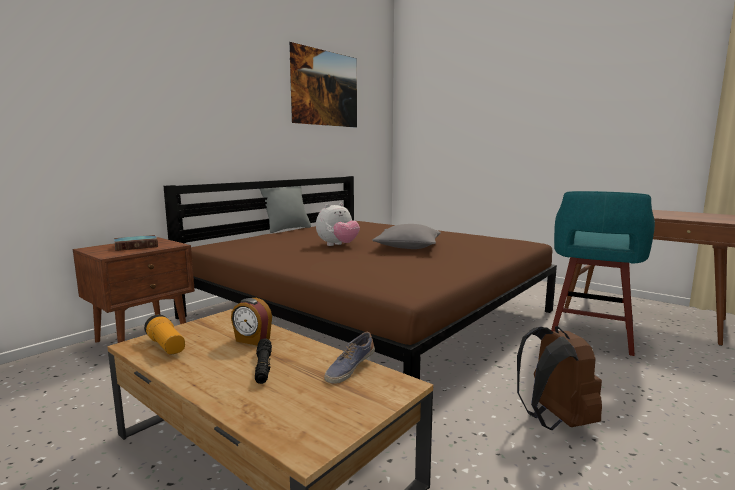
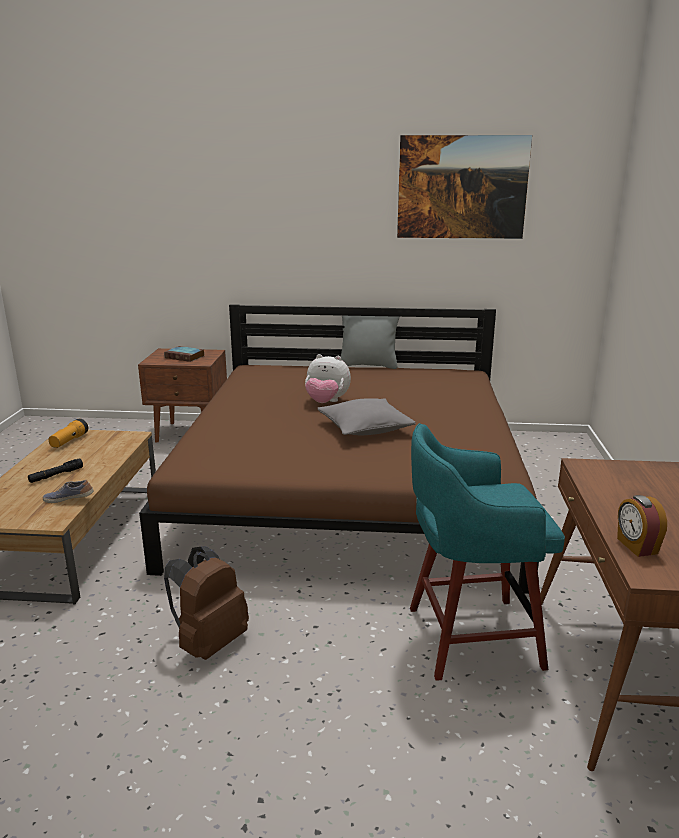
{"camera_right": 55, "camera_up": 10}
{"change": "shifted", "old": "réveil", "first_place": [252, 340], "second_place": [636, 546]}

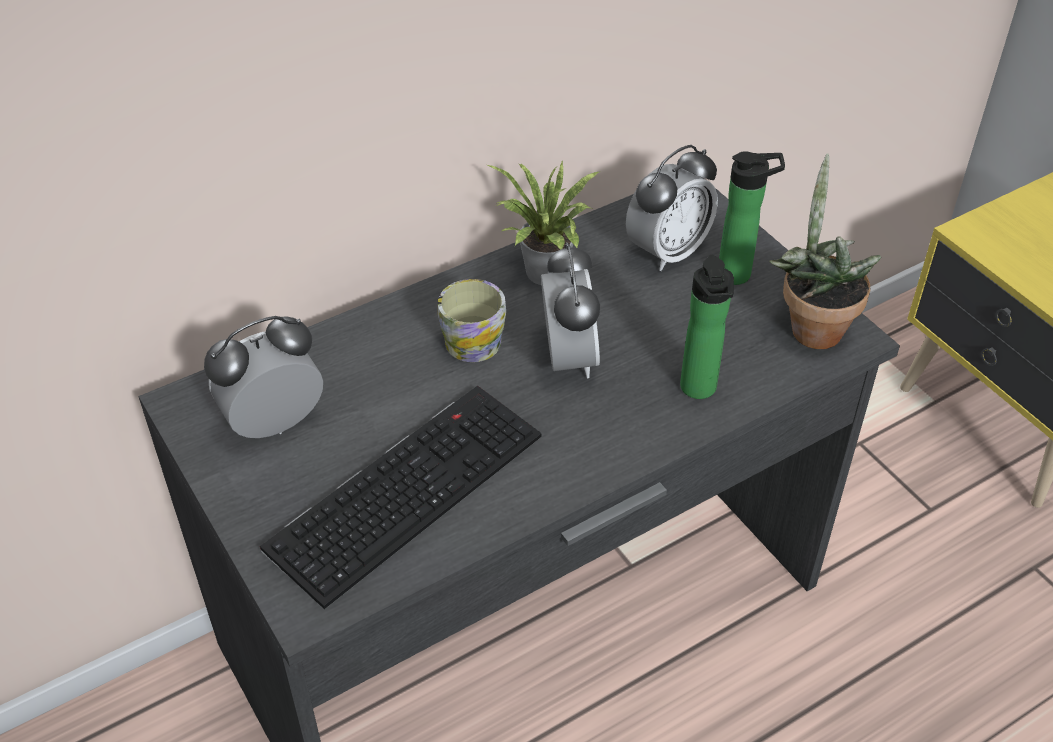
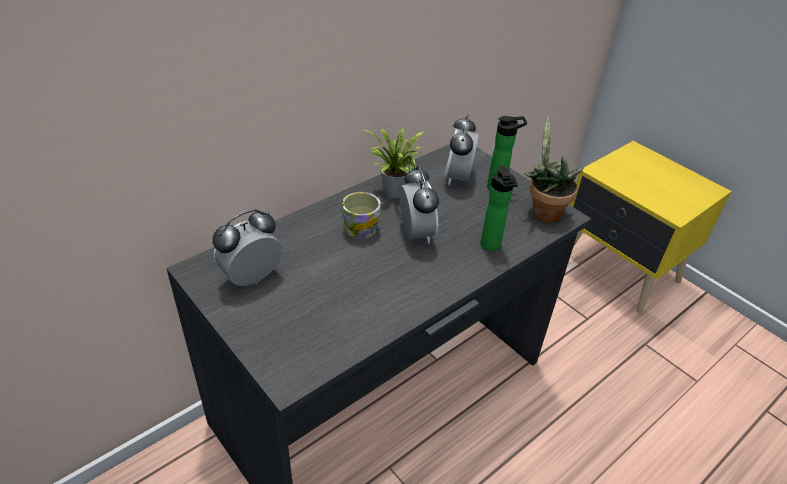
{"camera_right": -10, "camera_up": -5}
{"change": "rotated", "old": "réveil", "first_place": [667, 252], "second_place": [458, 178], "degrees": 150}
{"change": "gone", "old": "clavier", "first_place": [406, 487]}

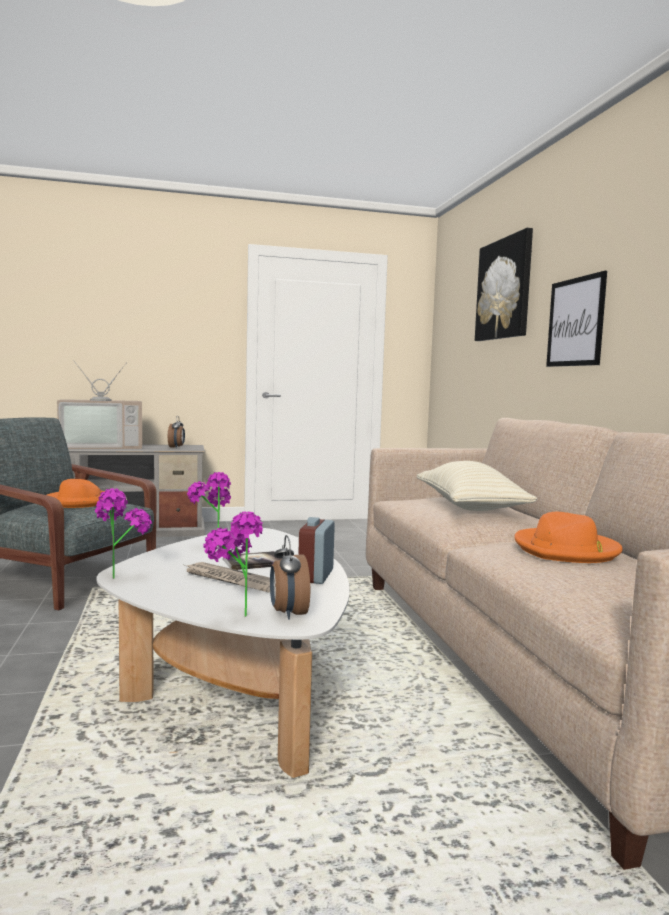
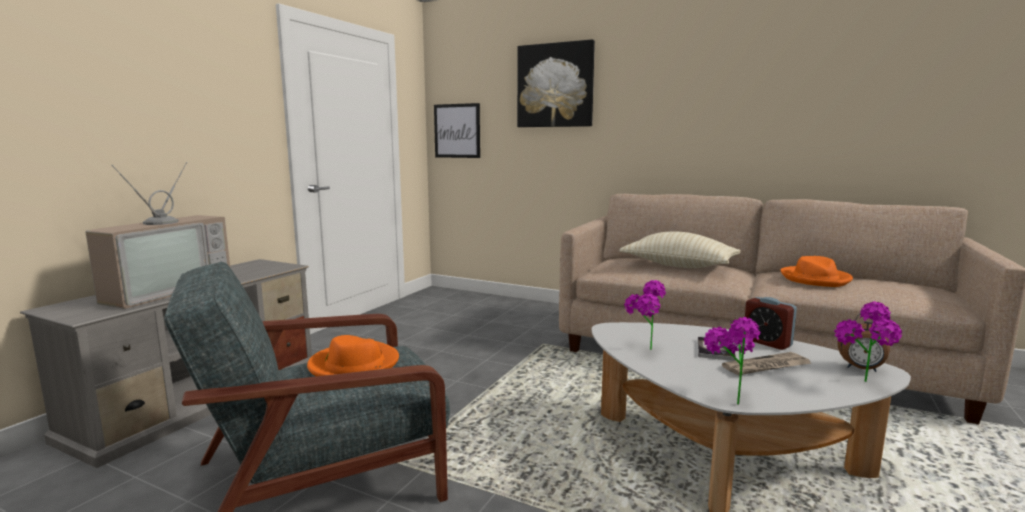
{"camera_right": -50, "camera_up": 5}
{"change": "shifted", "old": "tableau", "first_place": [575, 322], "second_place": [457, 131]}
{"change": "gone", "old": "réveil", "first_place": [176, 447]}

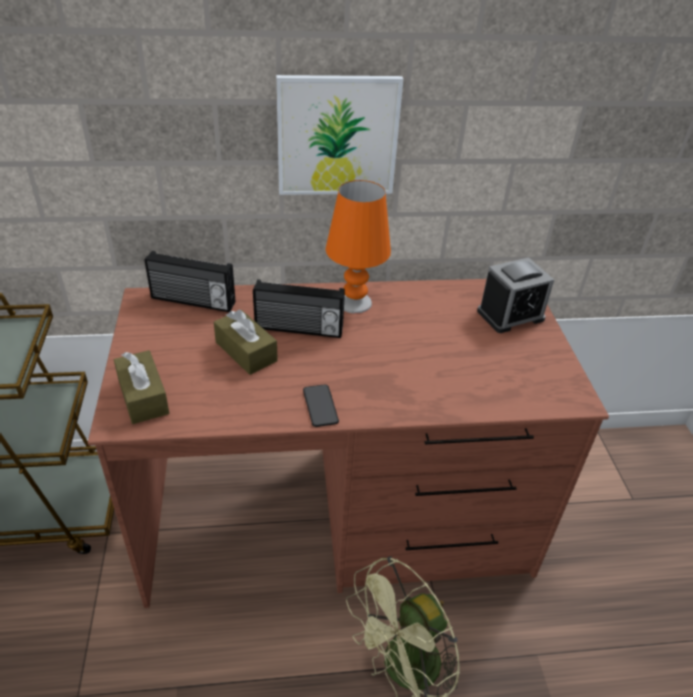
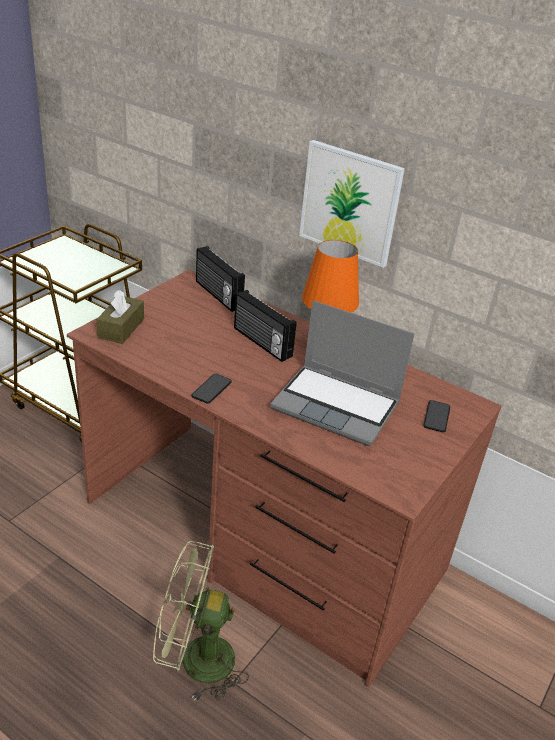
{"camera_right": 40, "camera_up": -5}
{"change": "swapped", "old": "réveil", "new": "téléphone", "first_place": [510, 315], "second_place": [436, 417]}
{"change": "gone", "old": "boîte à mouchoirs/marron", "first_place": [246, 351]}
{"change": "new", "new": "ordinateur portable", "second_place": [337, 406]}

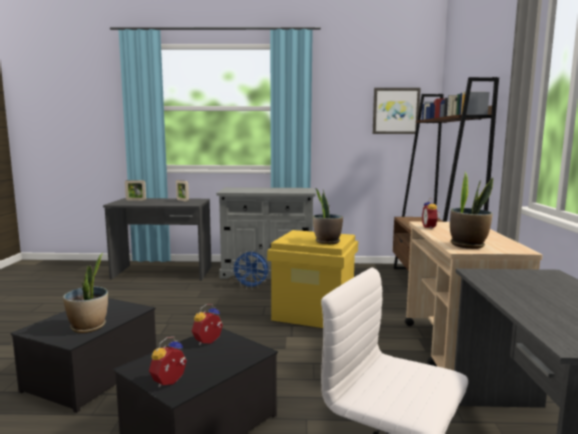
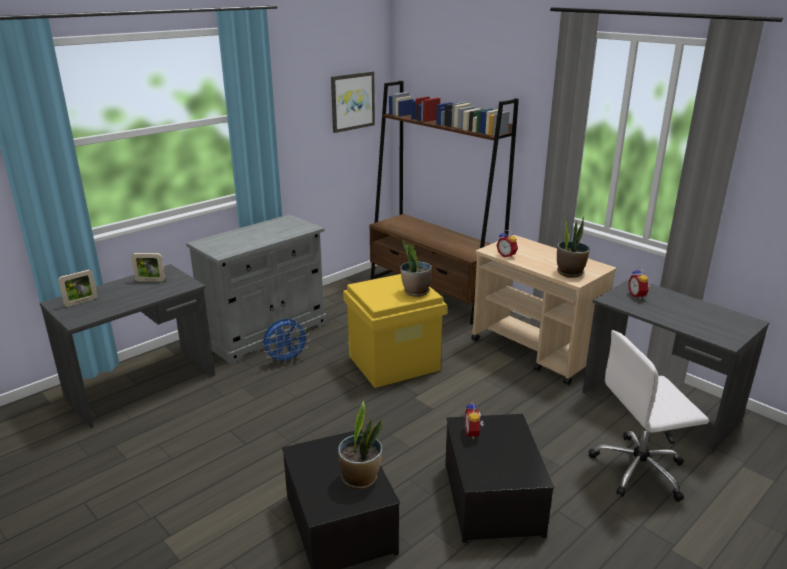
{"camera_right": -45, "camera_up": 15}
{"change": "shifted", "old": "réveil", "first_place": [170, 383], "second_place": [638, 296]}

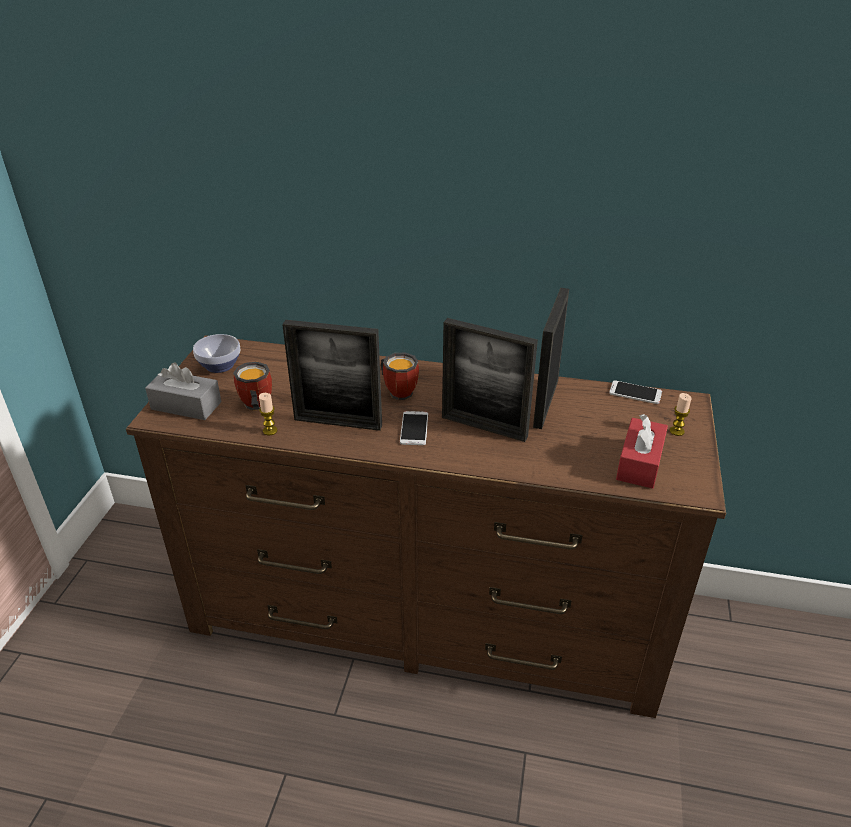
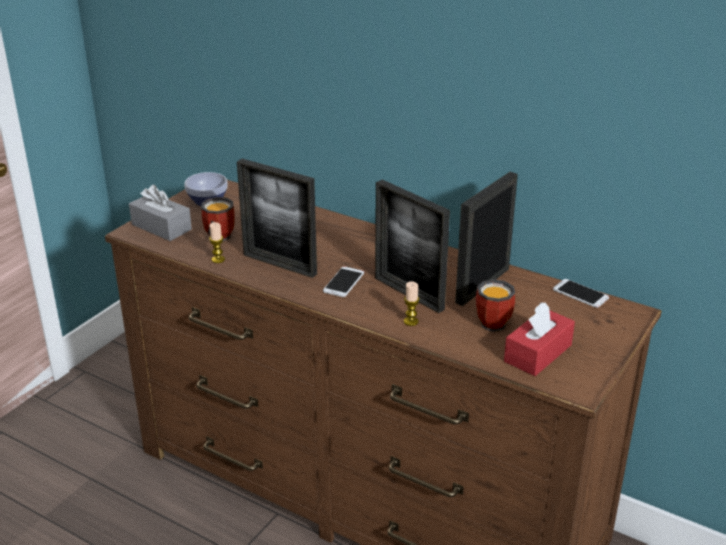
{"camera_right": 20, "camera_up": -5}
{"change": "shifted", "old": "mug", "first_place": [399, 390], "second_place": [492, 321]}
{"change": "shifted", "old": "bougie", "first_place": [676, 431], "second_place": [411, 321]}

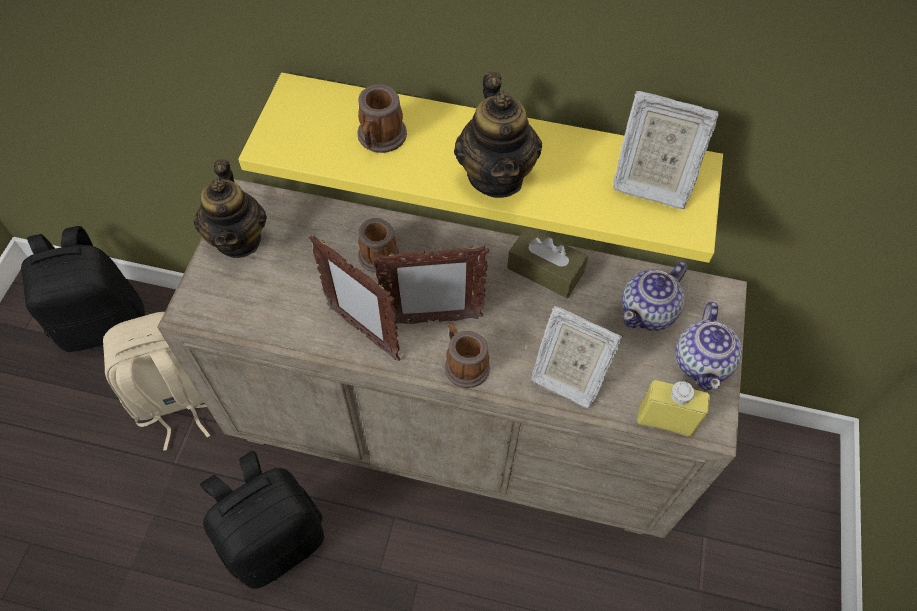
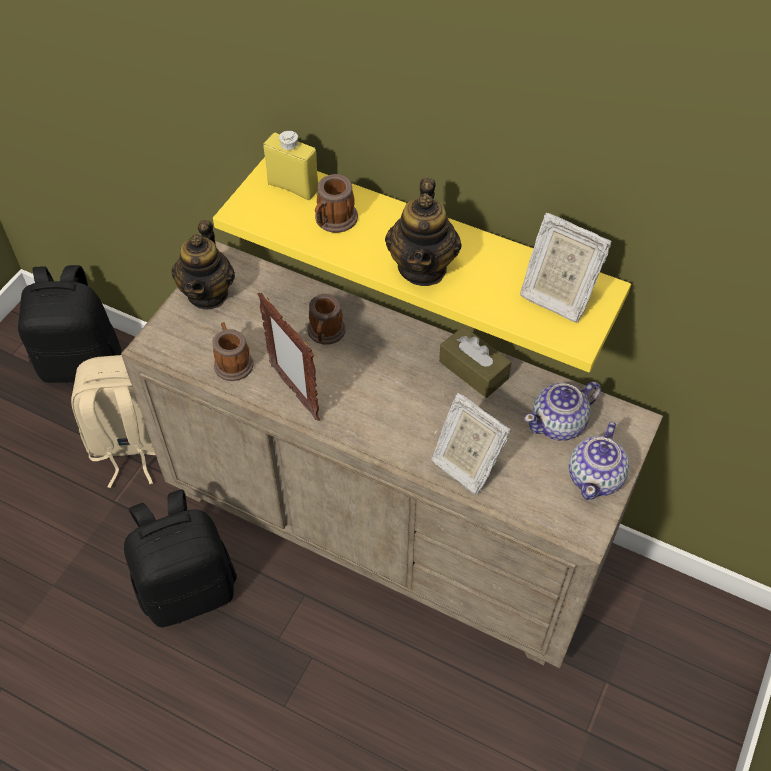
{"camera_right": 15, "camera_up": -5}
{"change": "gone", "old": "cadre photo", "first_place": [433, 320]}
{"change": "shifted", "old": "mug", "first_place": [464, 364], "second_place": [232, 362]}
{"change": "shifted", "old": "bouteille/jaune", "first_place": [665, 421], "second_place": [293, 187]}

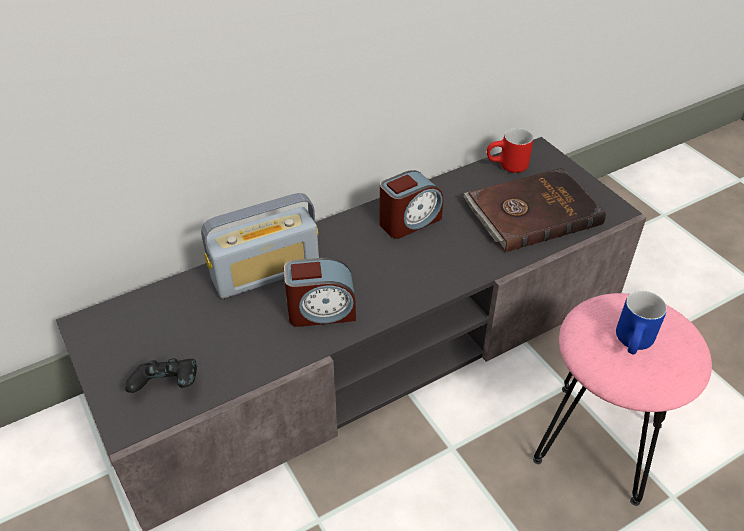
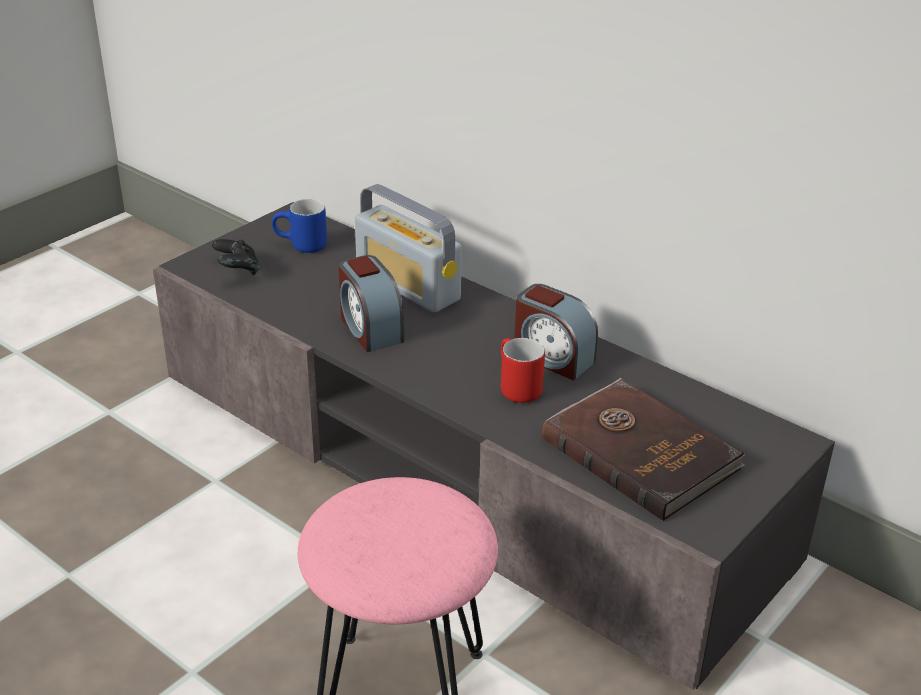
{"camera_right": 70, "camera_up": -10}
{"change": "shifted", "old": "mug/rouge", "first_place": [507, 167], "second_place": [514, 388]}
{"change": "shifted", "old": "mug/bleu", "first_place": [635, 345], "second_place": [300, 247]}

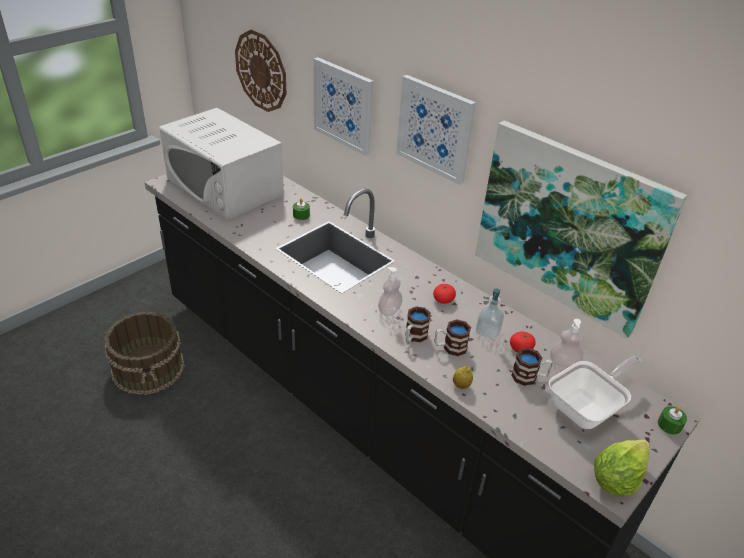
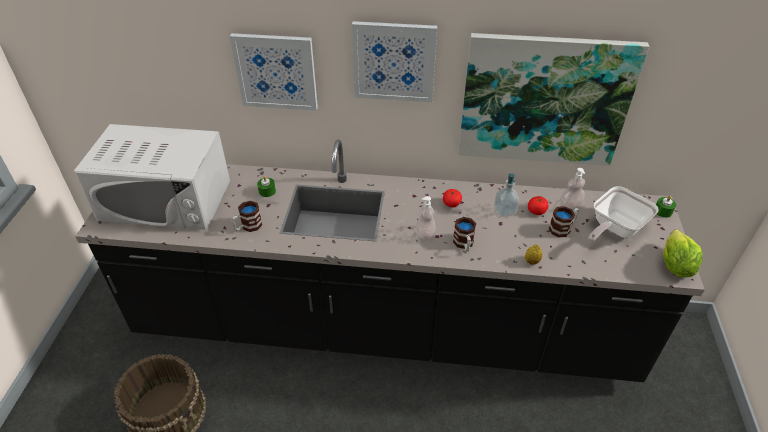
{"camera_right": -35, "camera_up": 5}
{"change": "gone", "old": "horloge murale", "first_place": [261, 71]}
{"change": "shifted", "old": "mug", "first_place": [450, 347], "second_place": [248, 226]}
{"change": "rotated", "old": "poêle", "first_place": [587, 408], "second_place": [614, 228], "degrees": -150}

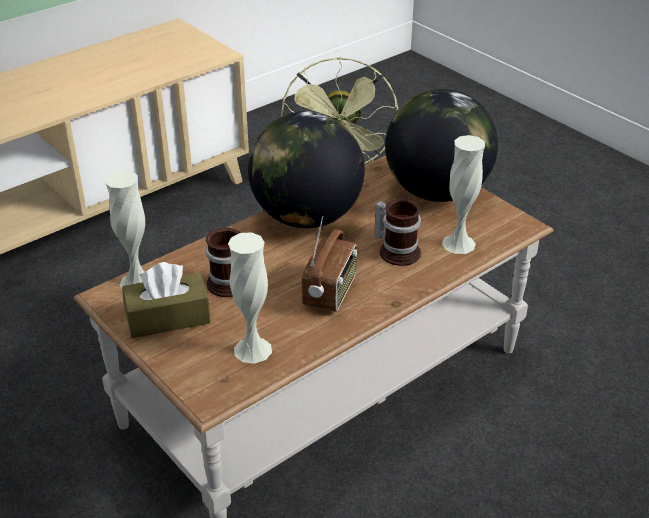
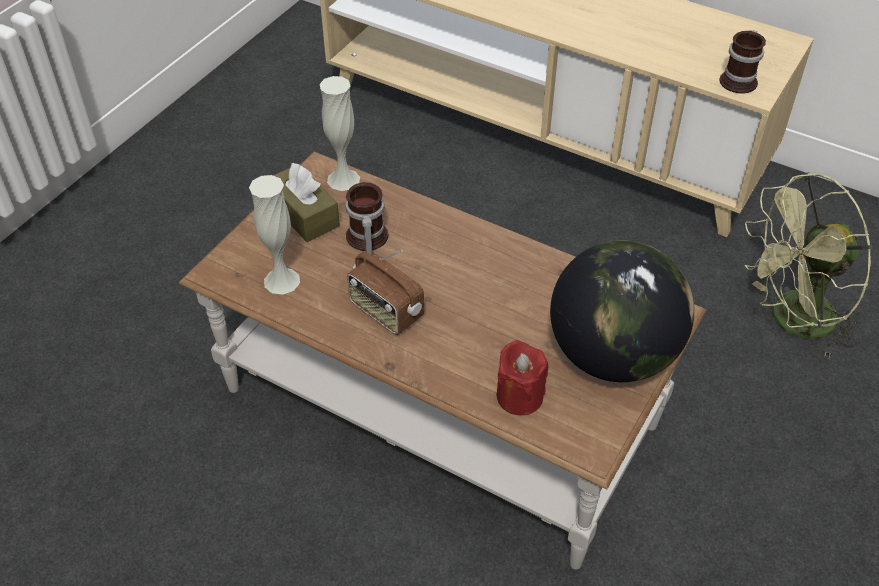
{"camera_right": 70, "camera_up": 10}
{"change": "gone", "old": "globe", "first_place": [306, 217]}
{"change": "swapped", "old": "vase/blanc", "new": "bougie/rouge", "first_place": [458, 244], "second_place": [519, 396]}
{"change": "shifted", "old": "mug", "first_place": [397, 250], "second_place": [741, 80]}
{"change": "rotated", "old": "radio", "first_place": [330, 292], "second_place": [385, 311], "degrees": 45}

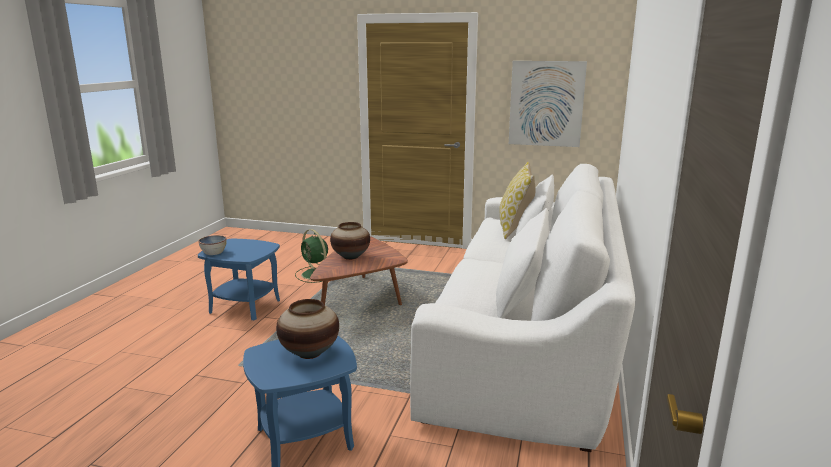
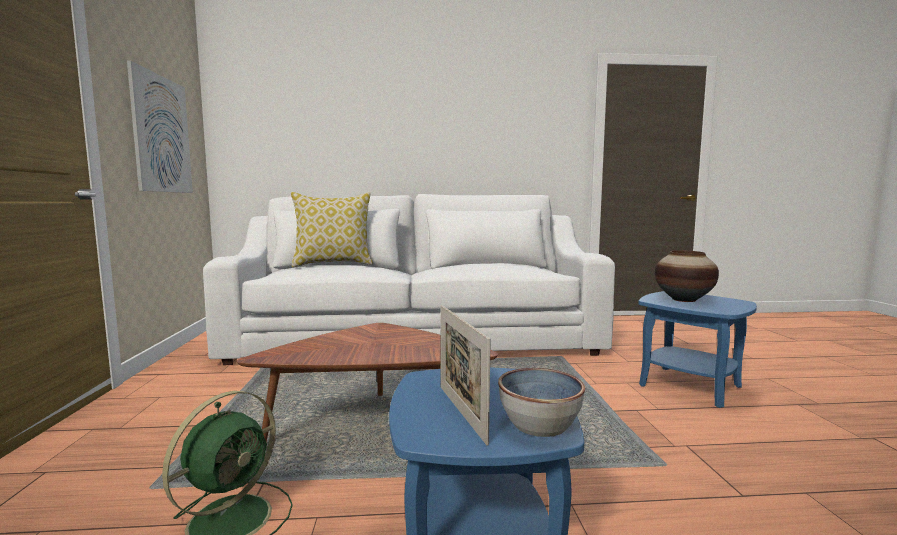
{"camera_right": -110, "camera_up": -10}
{"change": "gone", "old": "vase", "first_place": [350, 257]}
{"change": "new", "new": "cadre photo", "second_place": [461, 412]}

